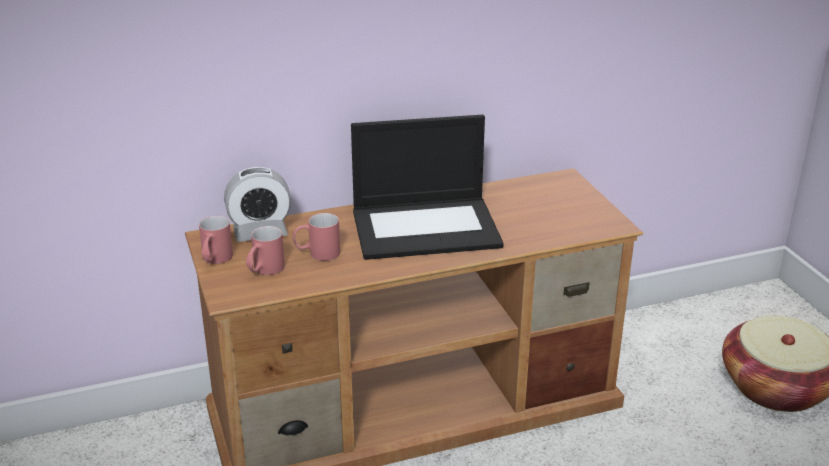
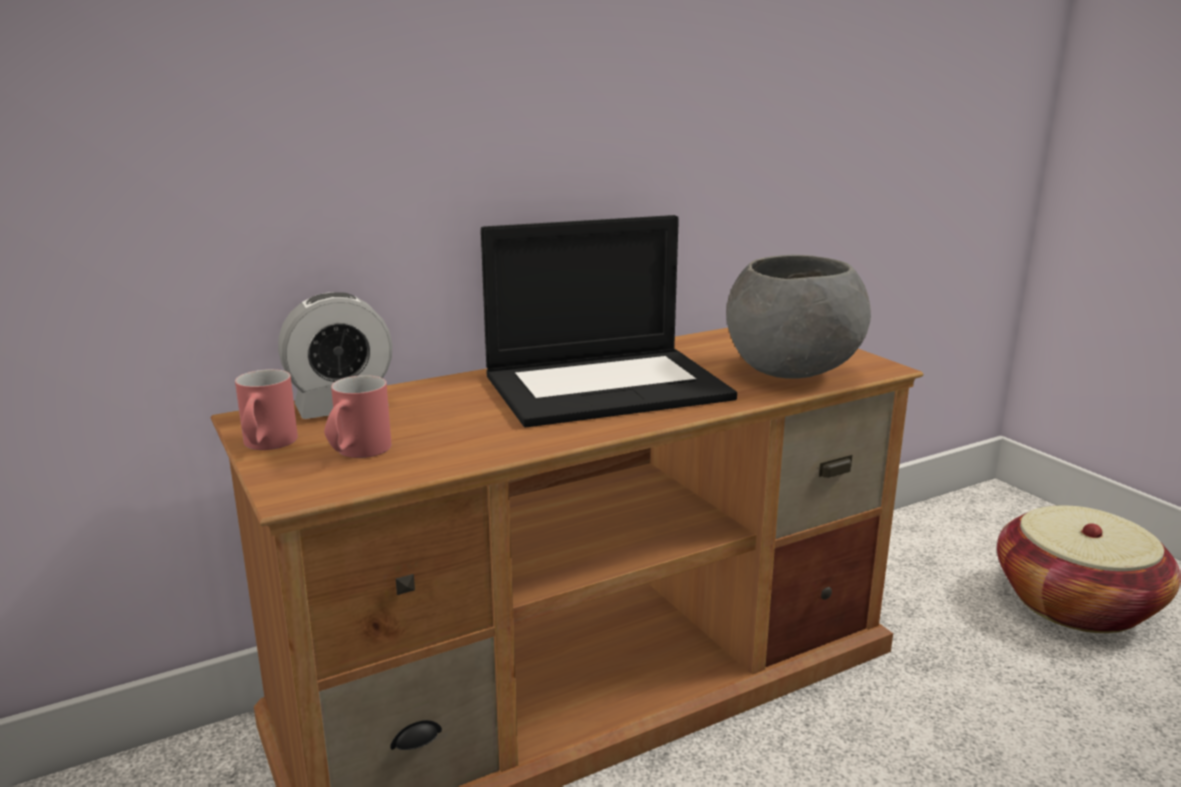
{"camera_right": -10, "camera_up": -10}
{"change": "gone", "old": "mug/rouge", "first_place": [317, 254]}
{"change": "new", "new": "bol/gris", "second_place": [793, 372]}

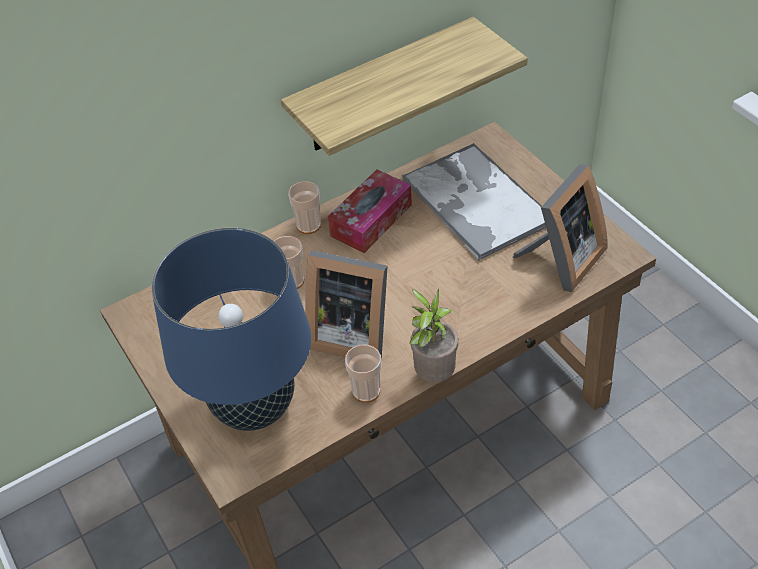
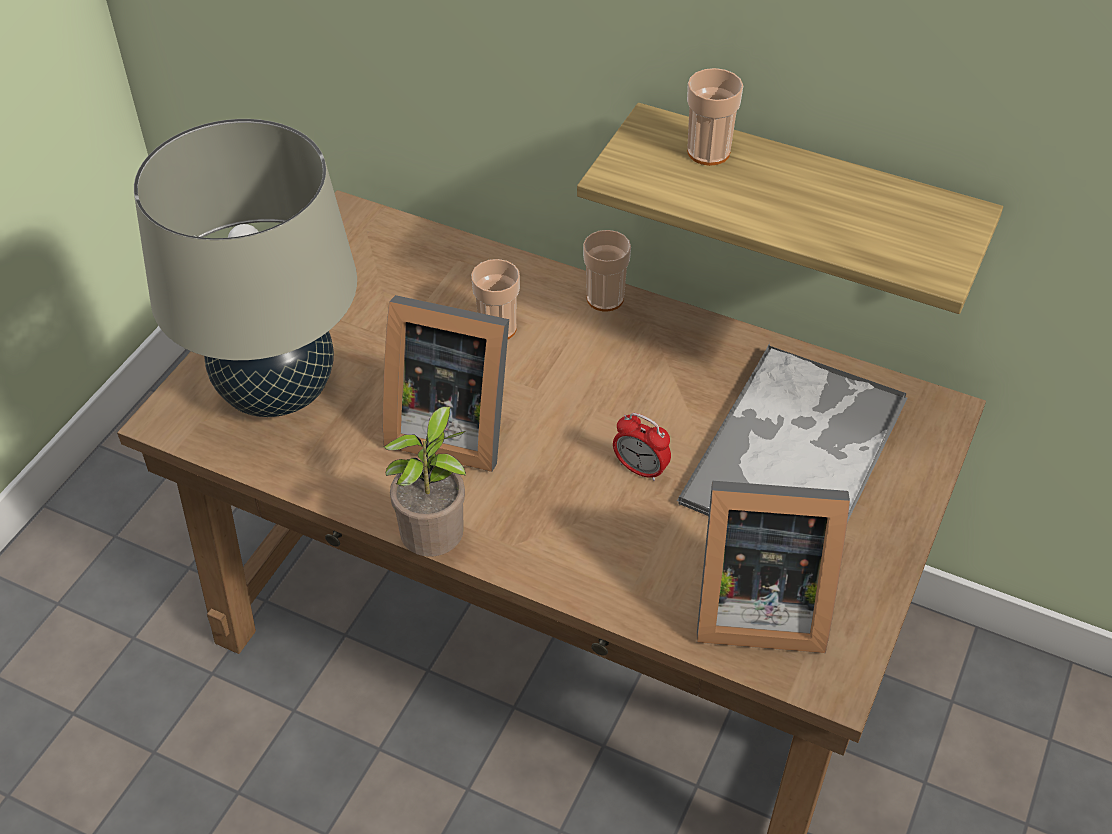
{"camera_right": 55, "camera_up": 0}
{"change": "gone", "old": "boîte à mouchoirs", "first_place": [371, 220]}
{"change": "repainted", "old": "lampe de table/bleu", "new": "lampe de table/beige", "first_place": [254, 406], "second_place": [277, 391]}
{"change": "rotated", "old": "cadre photo", "first_place": [349, 333], "second_place": [449, 426], "degrees": -60}
{"change": "shifted", "old": "tasse", "first_place": [366, 391], "second_place": [708, 152]}
{"change": "new", "new": "réveil", "second_place": [640, 469]}

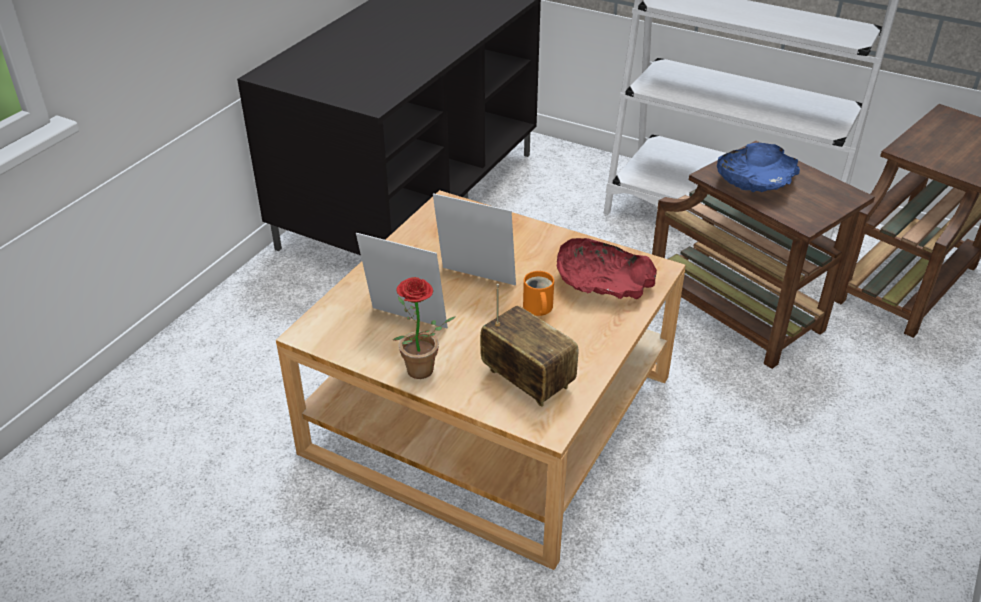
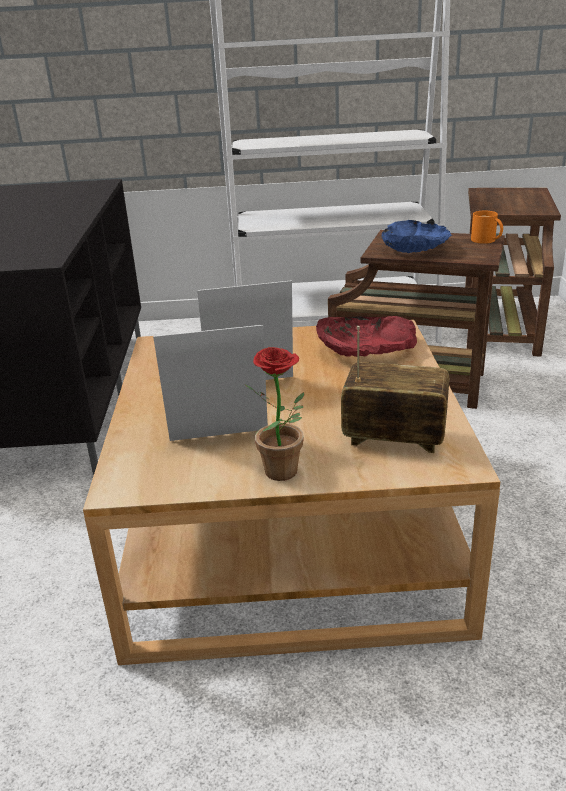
{"camera_right": -30, "camera_up": -10}
{"change": "shifted", "old": "mug/orange", "first_place": [537, 308], "second_place": [484, 240]}

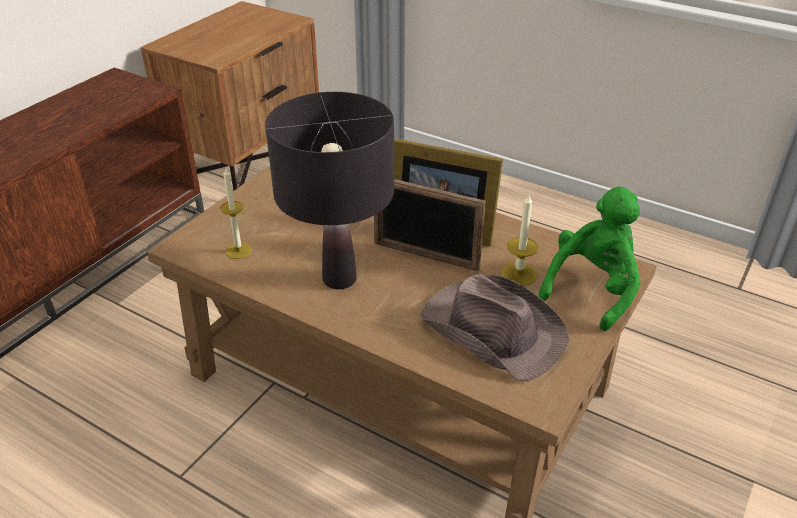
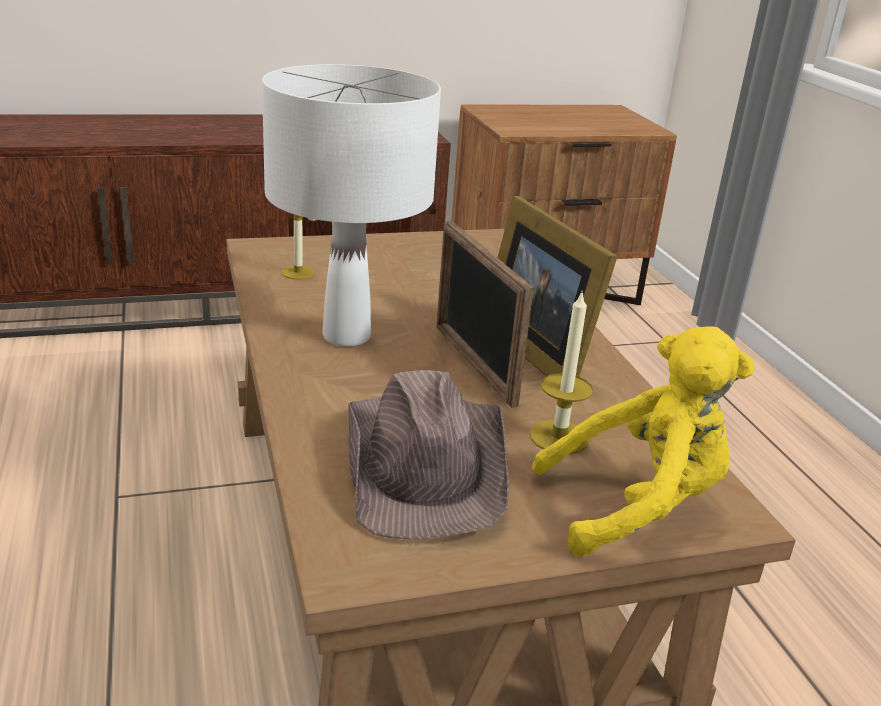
{"camera_right": 40, "camera_up": -10}
{"change": "repainted", "old": "lampe de table/noir", "new": "lampe de table/blanc", "first_place": [340, 279], "second_place": [347, 336]}
{"change": "repainted", "old": "peluche/vert", "new": "peluche/jaune", "first_place": [592, 289], "second_place": [637, 506]}

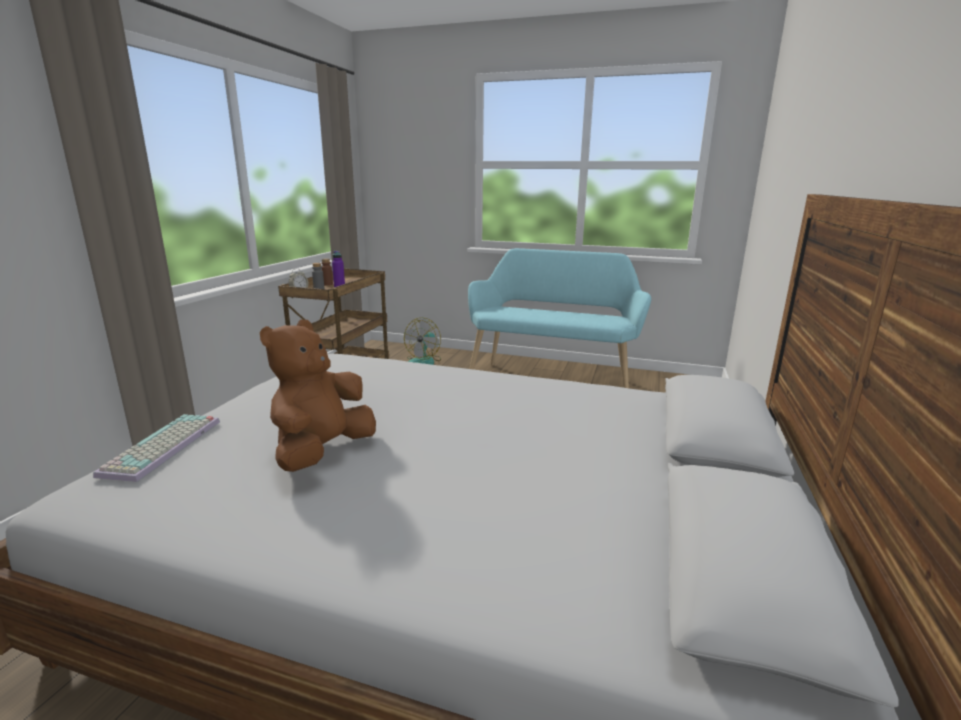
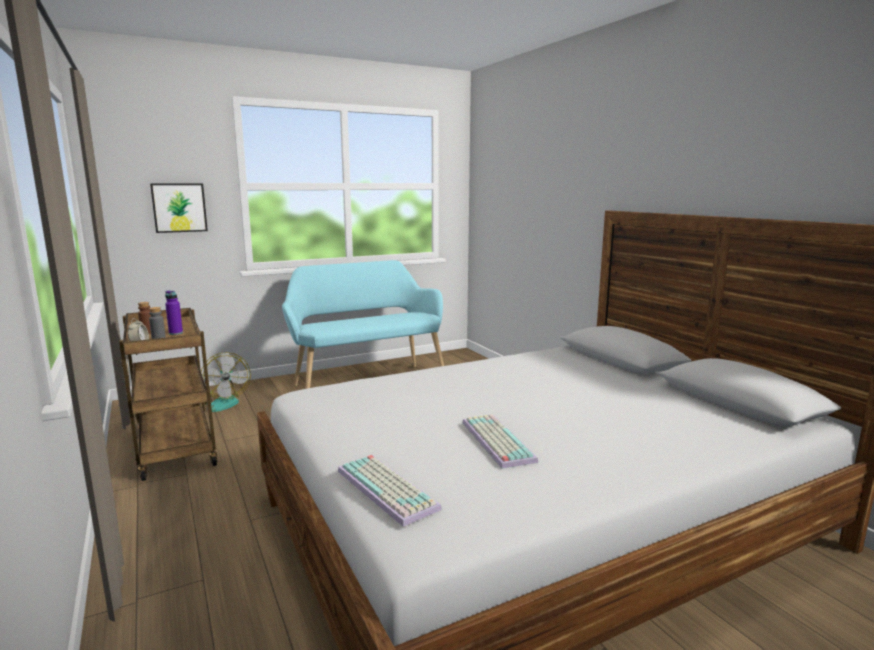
{"camera_right": -45, "camera_up": -5}
{"change": "swapped", "old": "peluche/marron", "new": "clavier", "first_place": [322, 452], "second_place": [495, 441]}
{"change": "new", "new": "tableau", "second_place": [179, 207]}

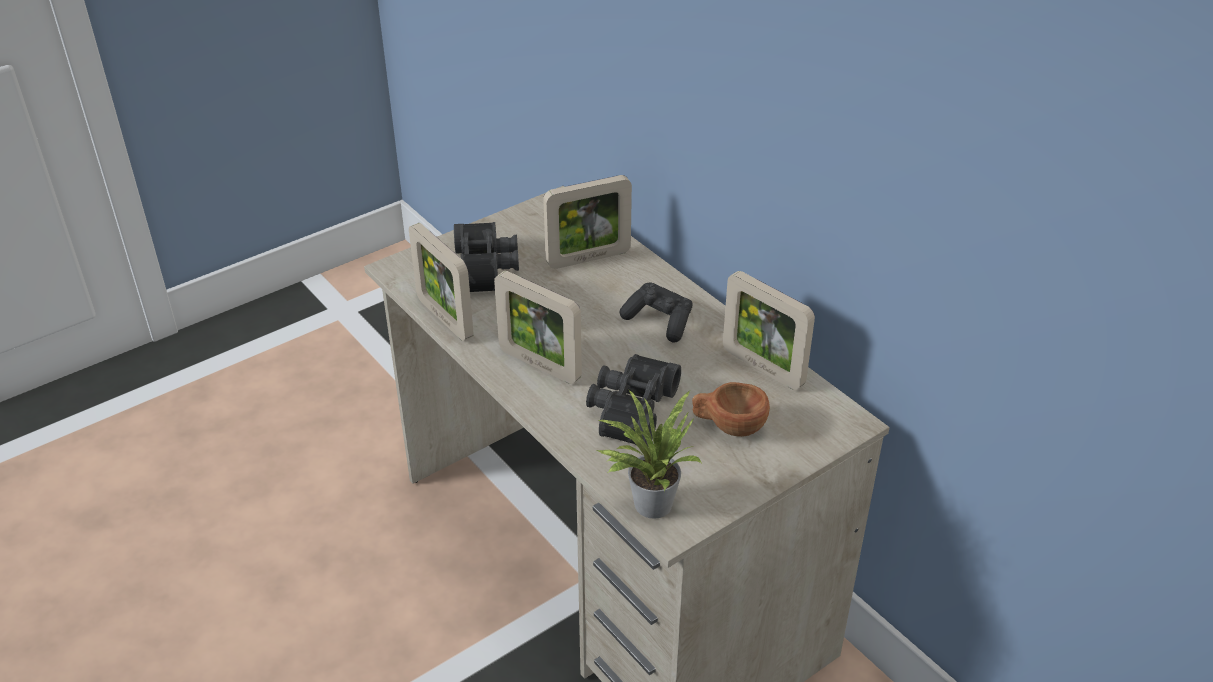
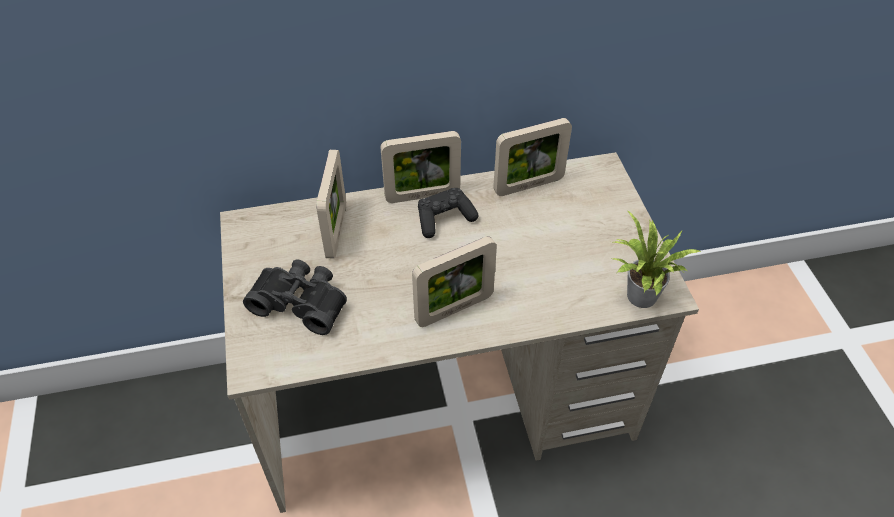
{"camera_right": -65, "camera_up": 10}
{"change": "shifted", "old": "cadre photo", "first_place": [445, 318], "second_place": [422, 195]}
{"change": "gone", "old": "jumelles/noir", "first_place": [629, 409]}
{"change": "gone", "old": "tasse/marron", "first_place": [728, 426]}

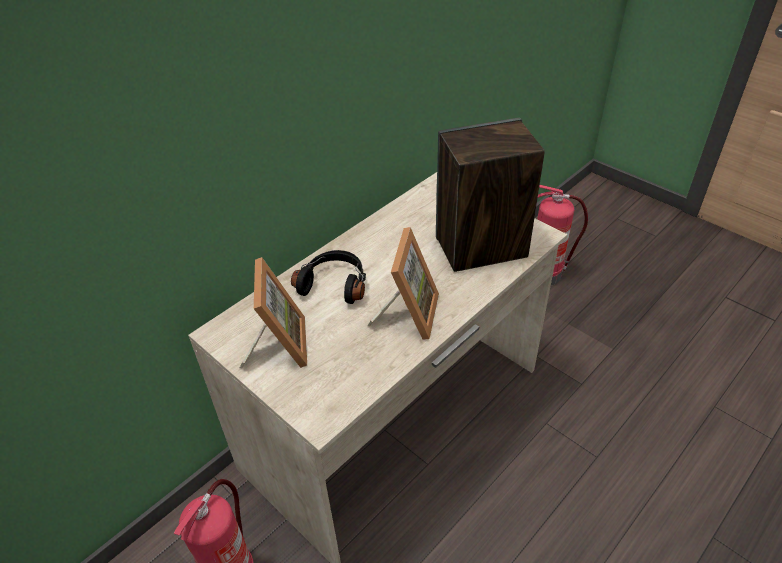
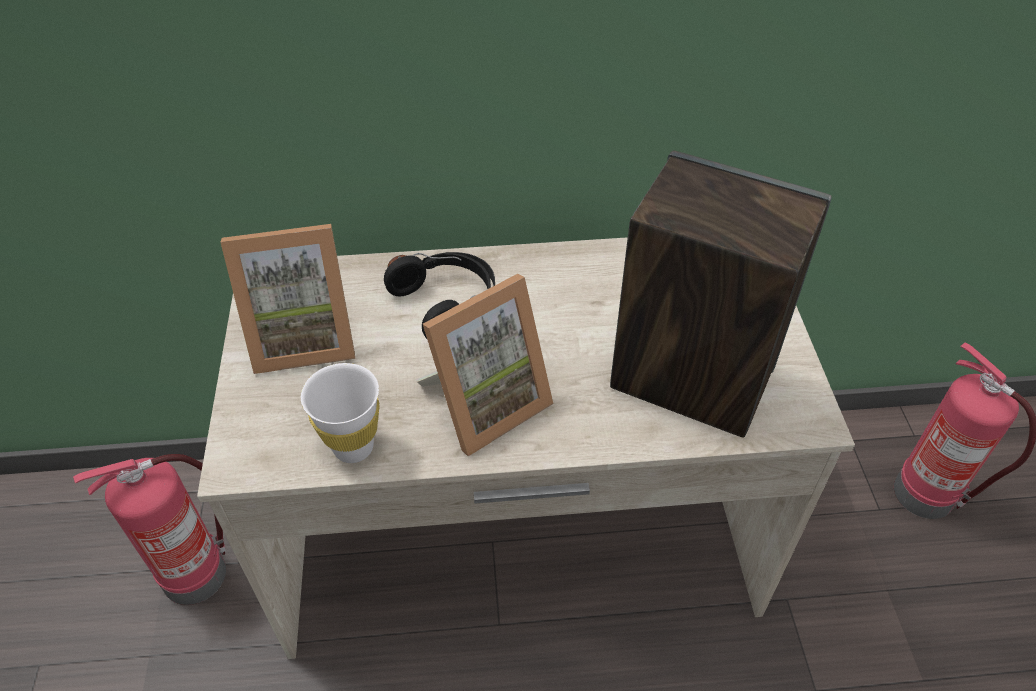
{"camera_right": 40, "camera_up": 5}
{"change": "rotated", "old": "cadre photo", "first_place": [278, 345], "second_place": [303, 338], "degrees": 45}
{"change": "new", "new": "tasse/blanc", "second_place": [353, 447]}

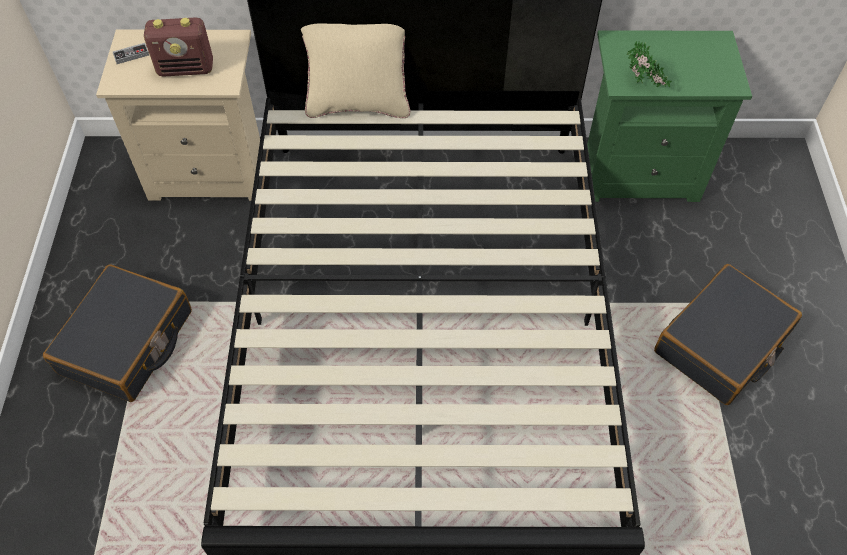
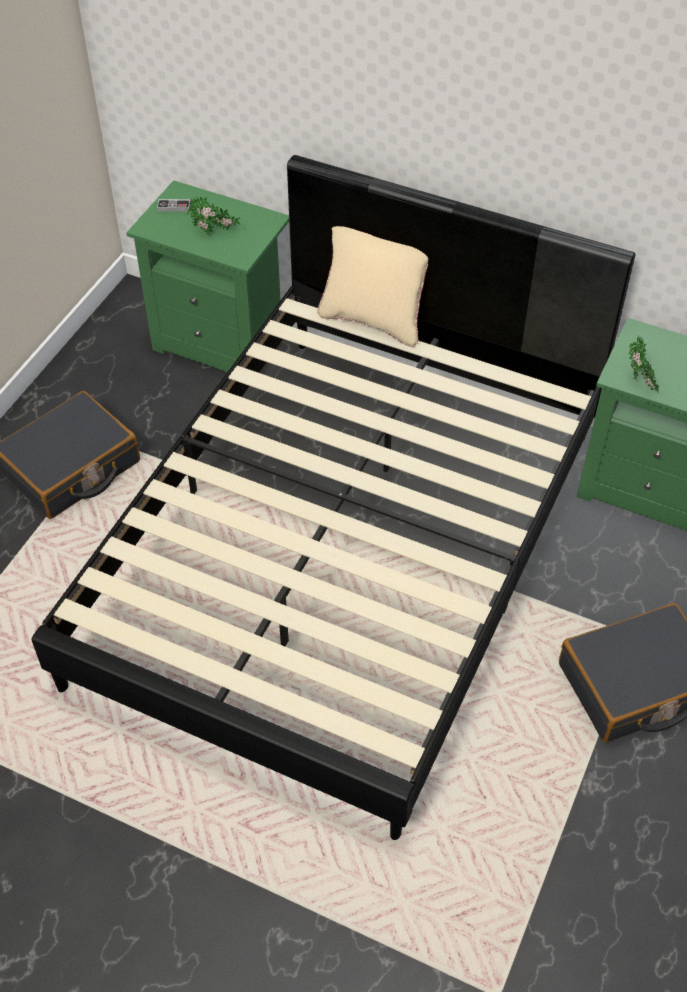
{"camera_right": 25, "camera_up": -5}
{"change": "swapped", "old": "radio", "new": "plante en pot", "first_place": [186, 68], "second_place": [214, 233]}
{"change": "repainted", "old": "table de chevet/beige", "new": "table de chevet/vert", "first_place": [211, 171], "second_place": [223, 342]}

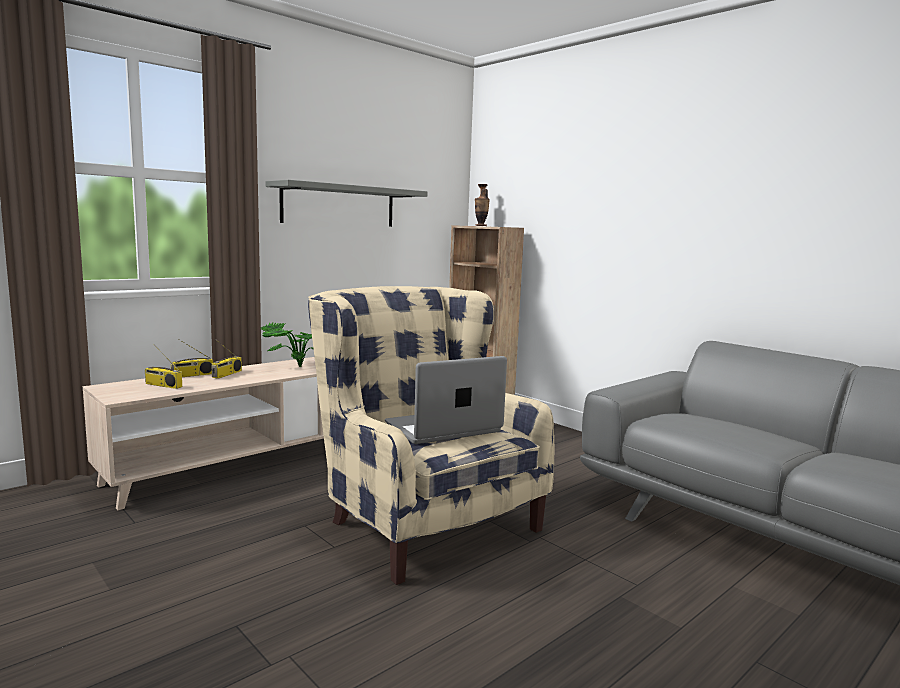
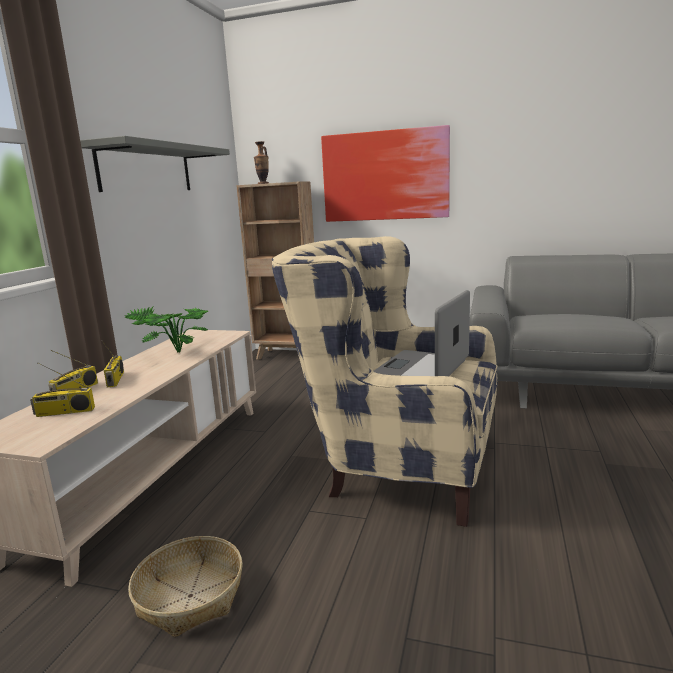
{"camera_right": -30, "camera_up": 5}
{"change": "new", "new": "tableau", "second_place": [385, 176]}
{"change": "new", "new": "panier", "second_place": [190, 596]}

